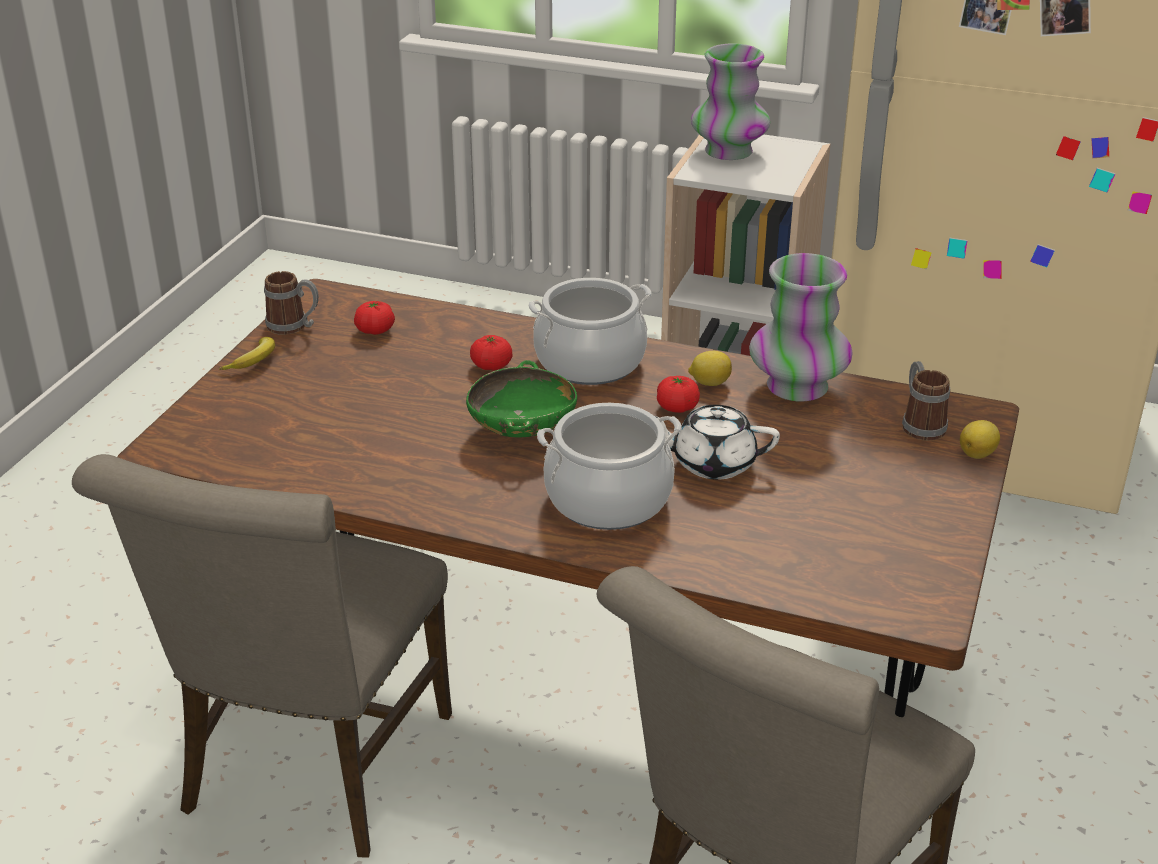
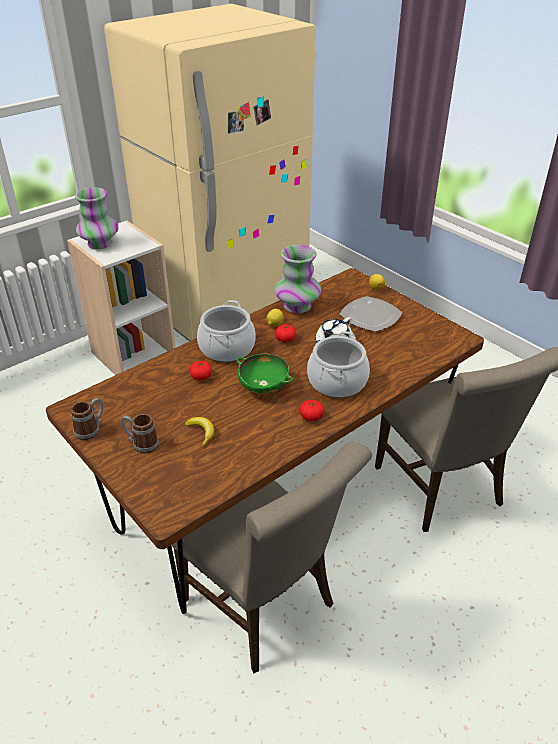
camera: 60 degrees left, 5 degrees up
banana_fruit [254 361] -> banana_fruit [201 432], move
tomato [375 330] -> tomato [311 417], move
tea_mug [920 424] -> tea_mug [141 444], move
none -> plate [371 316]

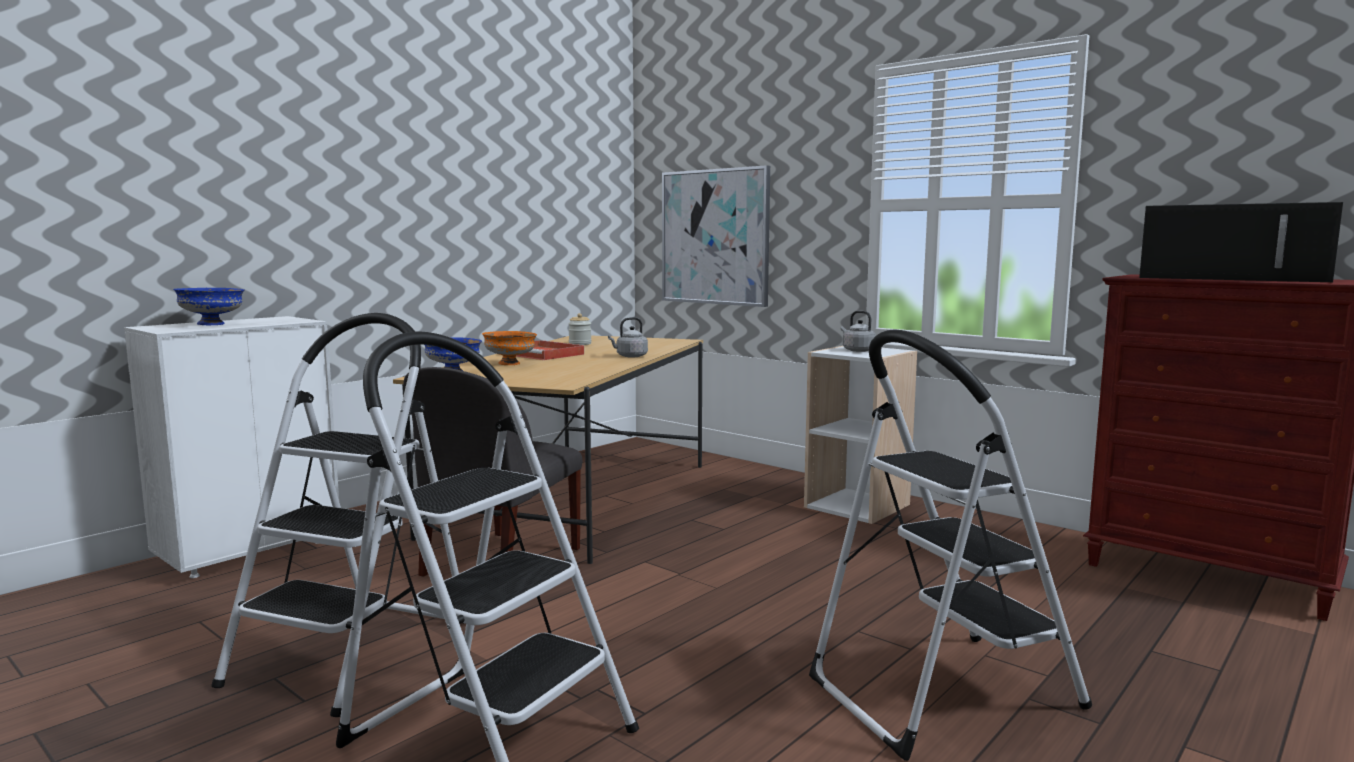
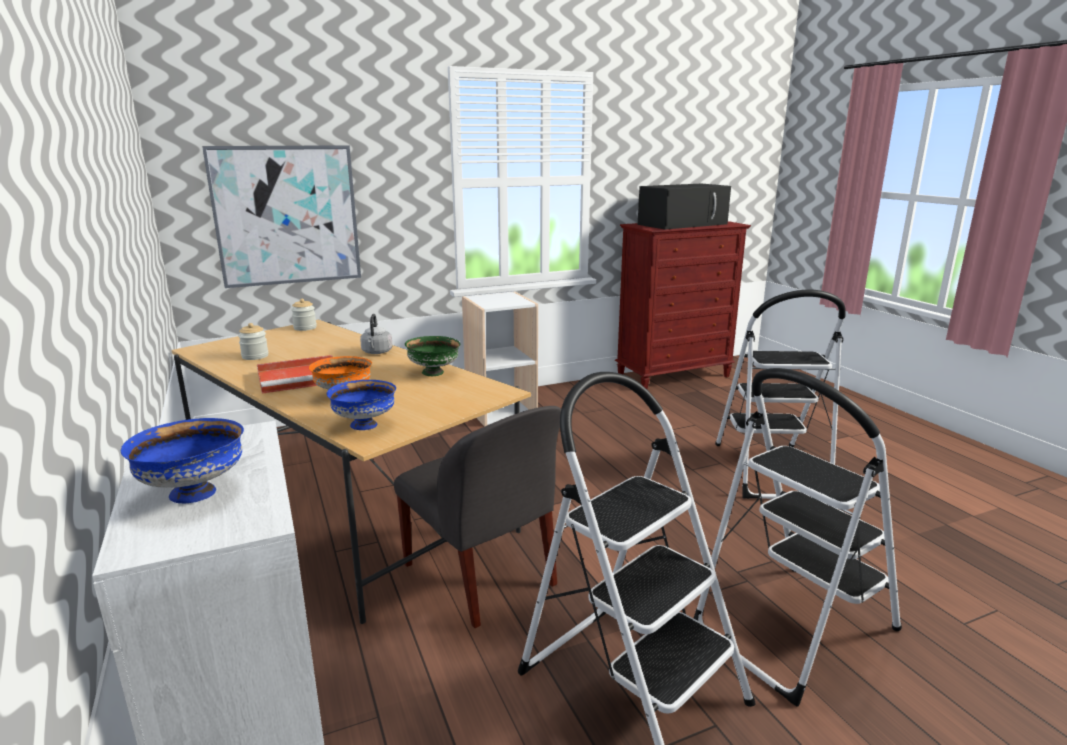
camera: 65 degrees left, 10 degrees up
gray_water_kettle [857 350] -> none
none -> storage_jar [305 328]
none -> greenish_deep_dish [434 372]

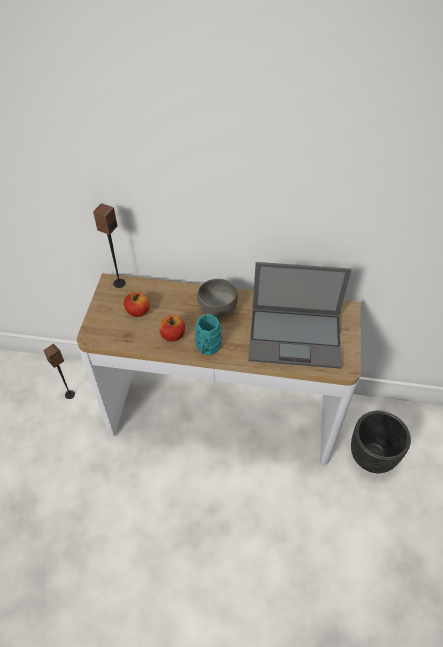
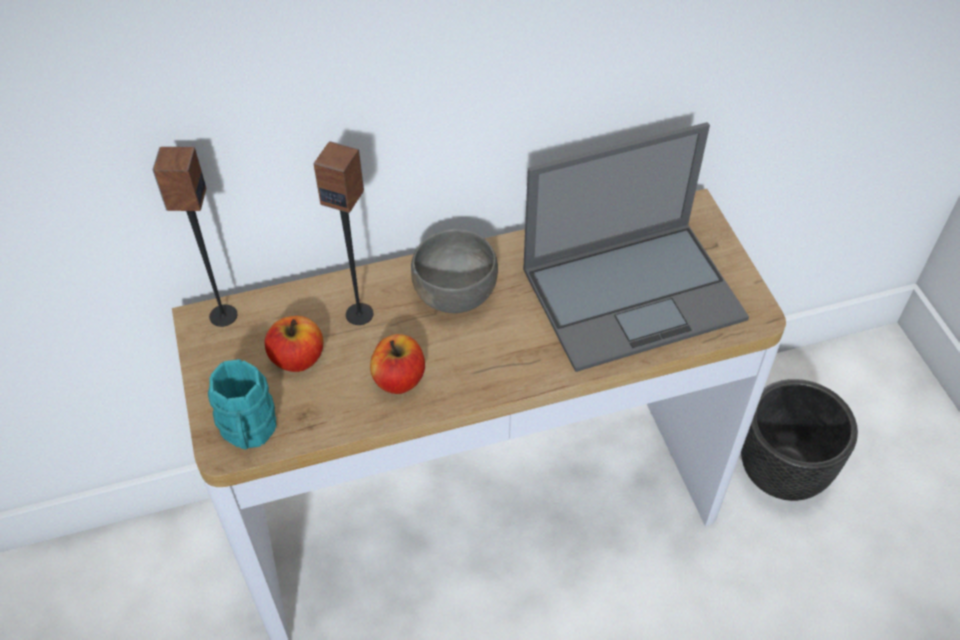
camera: 25 degrees left, 0 degrees up
speaker [70 394] -> speaker [360 314], move
turquoise-coloured_tea_mug [207 347] -> turquoise-coloured_tea_mug [248 432], move

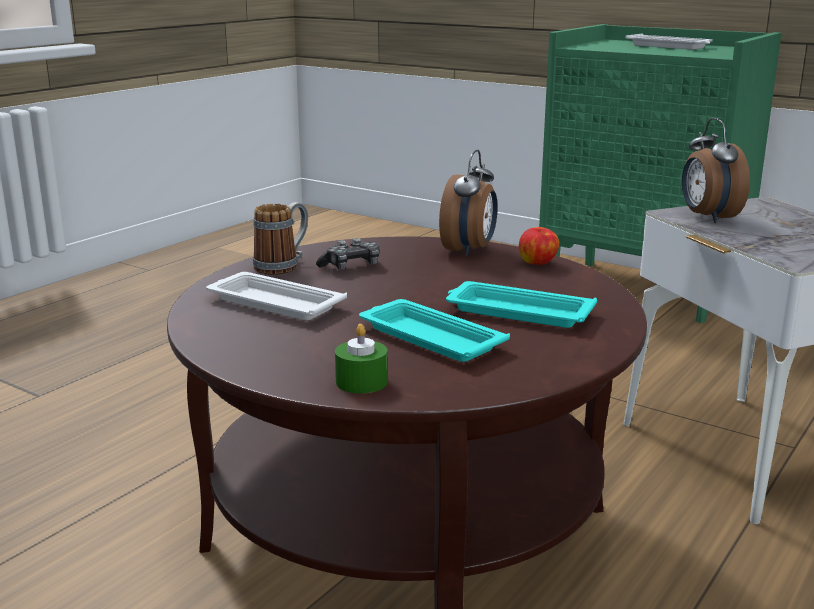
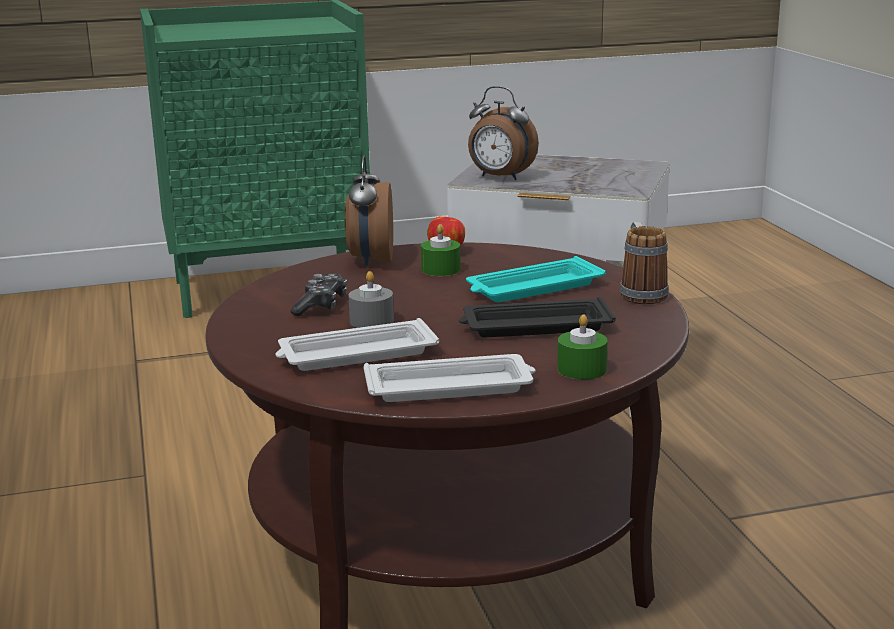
camera: 50 degrees left, 0 degrees up
tea_mug [283 266] -> tea_mug [640 293], move
turquoise-coloured_carrying_tray [429 338] -> blackish_carrying_tray [534 327]
alarm_clock [469 250] -> alarm_clock [370 260], 150 degrees counterclockwise
whitish_carrying_tray [669 46] -> whitish_carrying_tray [451 387], move
none -> gray_wax_light [371 321]
none -> greenish_wax_light [441 269]

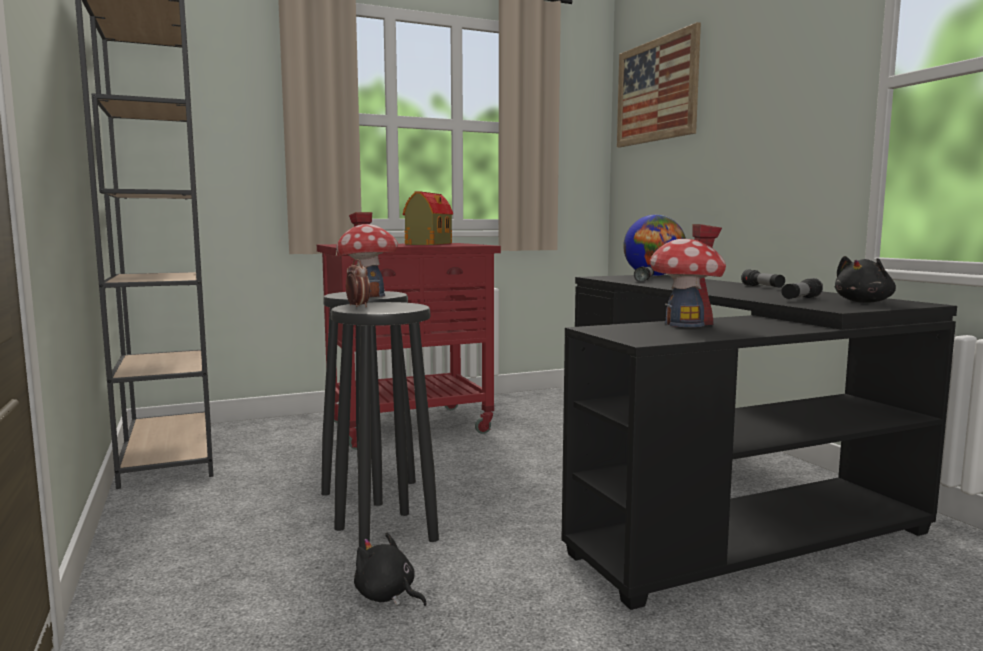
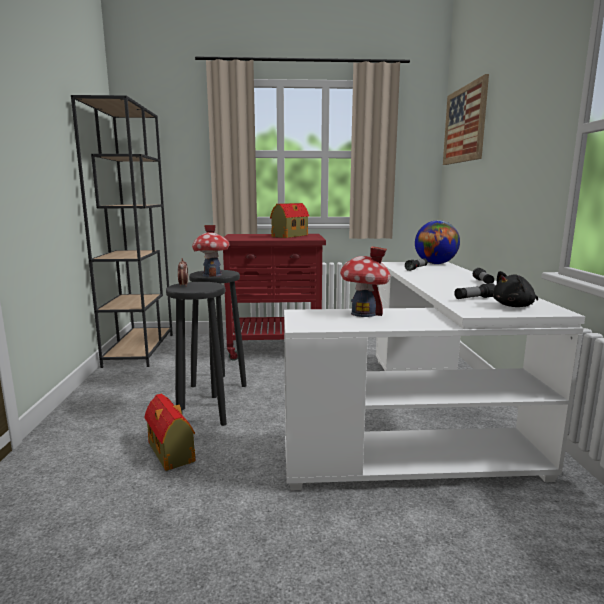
camera: 20 degrees right, 5 degrees up
blackish_soft_toy [387 596] -> model_house [171 453]
blackish_desk_table [710 488] -> whitish_desk_table [425 419]

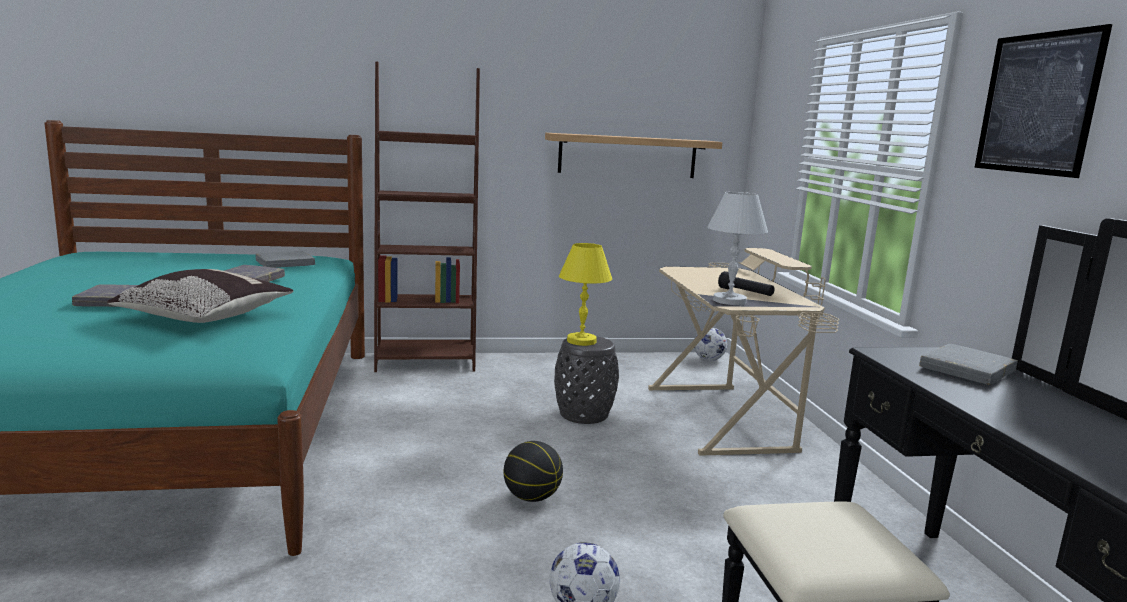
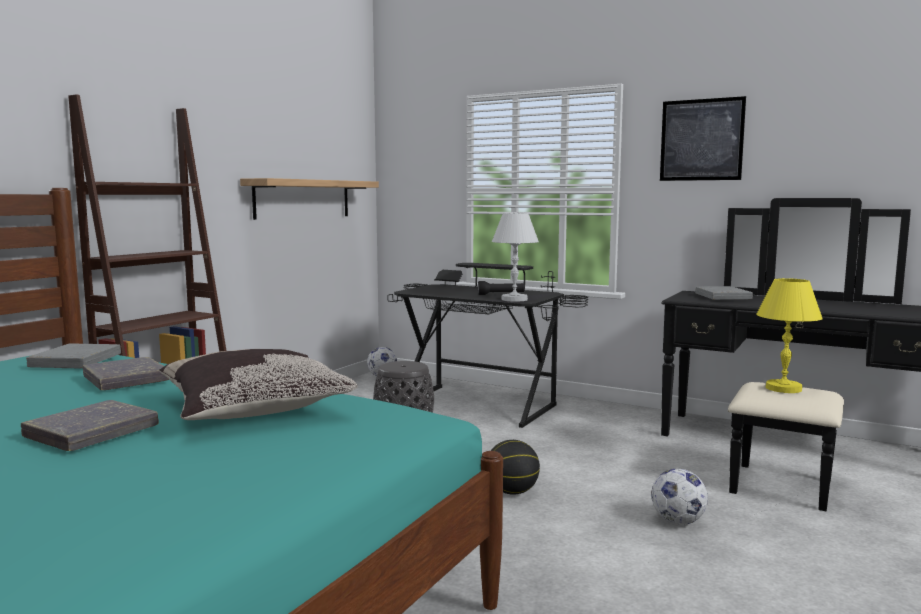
camera: 50 degrees left, 5 degrees down
yellowish_tabletop_lamp [582 341] -> yellowish_tabletop_lamp [783 388], move
sand-coloured_desk_table [723 417] -> blackish_desk_table [479 404]

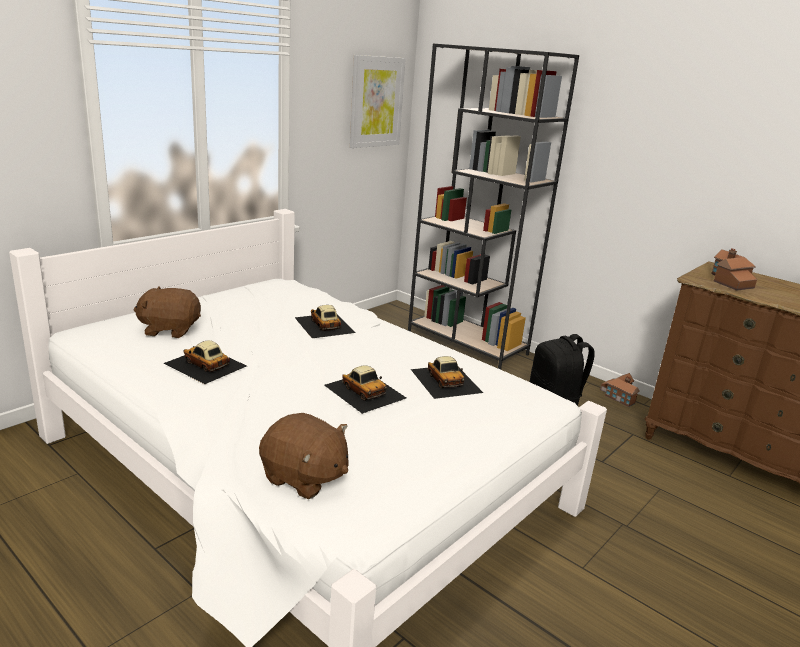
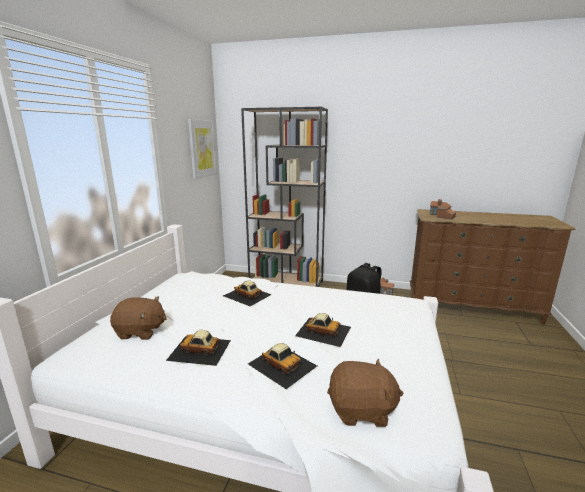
camera: 25 degrees left, 5 degrees down
brownish_soft_toy [170 329] -> brownish_soft_toy [140 332], 150 degrees counterclockwise
miniature_car [446 380] -> miniature_car [282 364], move

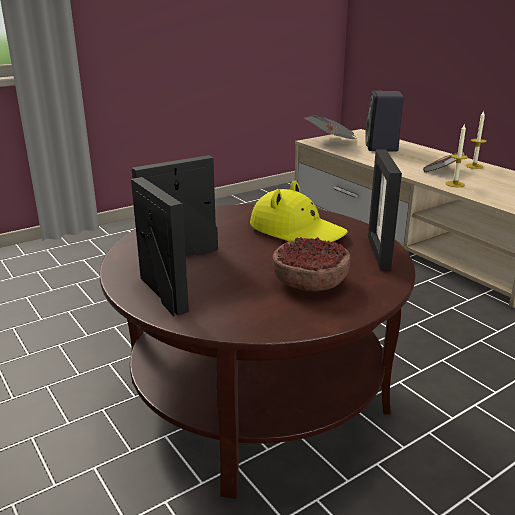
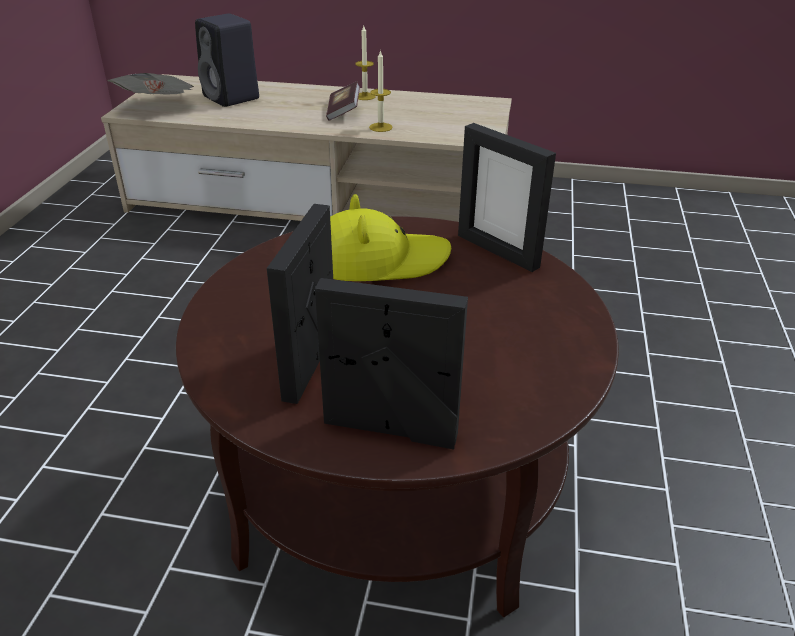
camera: 45 degrees left, 10 degrees up
deep_dish [309 282] -> none

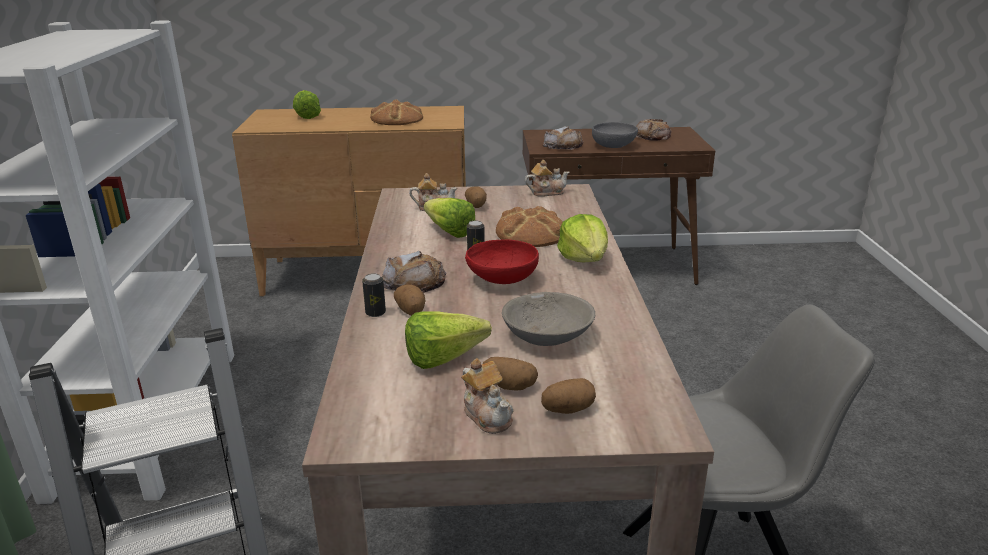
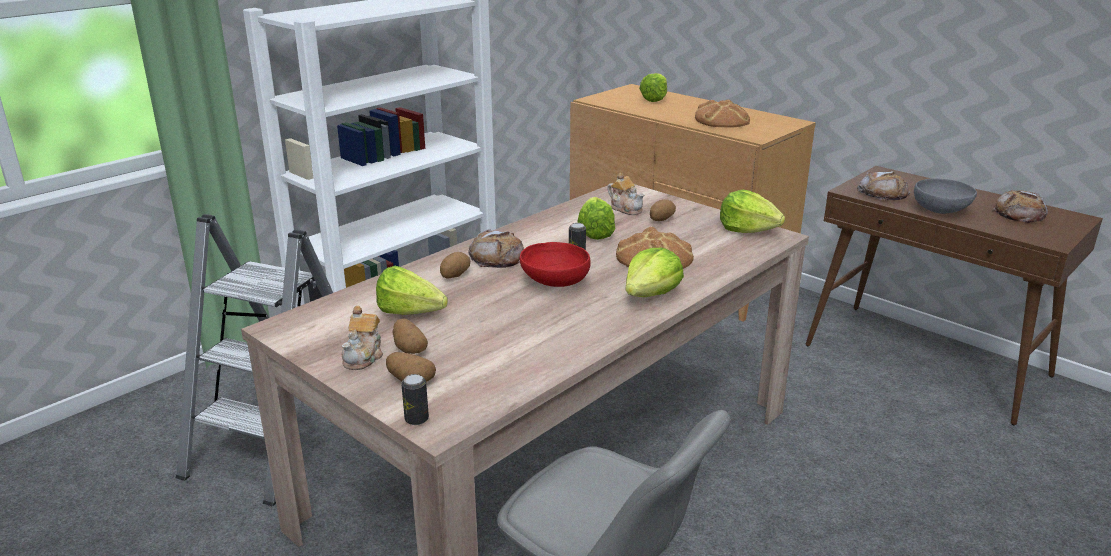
camera: 45 degrees right, 0 degrees up
can [375 313] -> can [416 419], move
gray_deep_dish [547 335] -> none
tea_pot [546 192] -> lettuce_head [747 229]

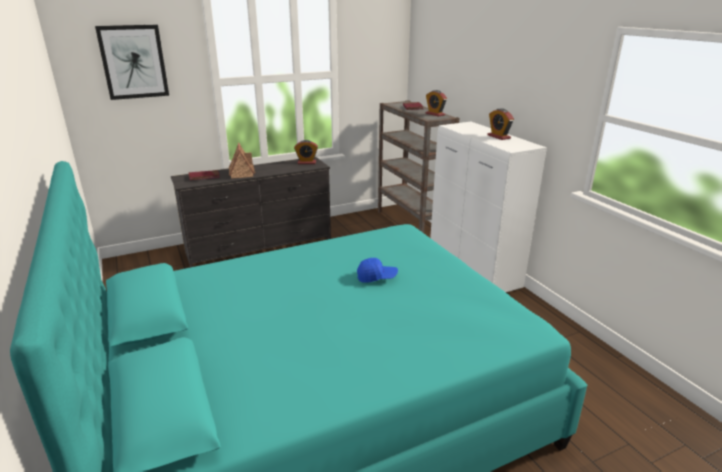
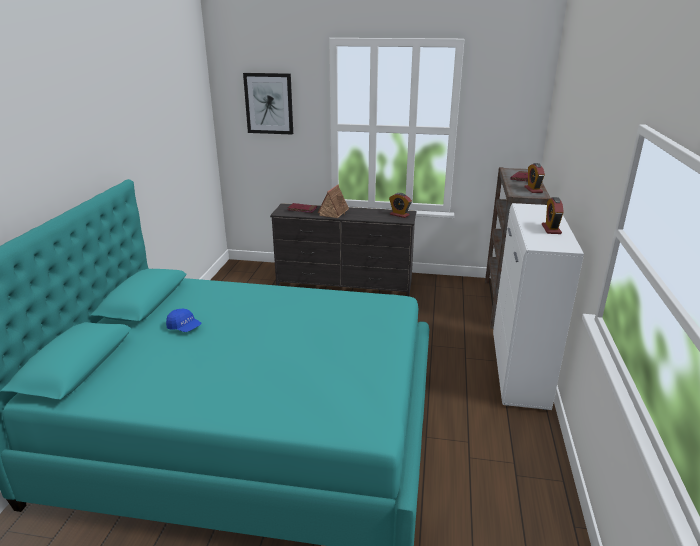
camera: 35 degrees right, 0 degrees up
bluish_cap [376 277] -> bluish_cap [184 328], move

